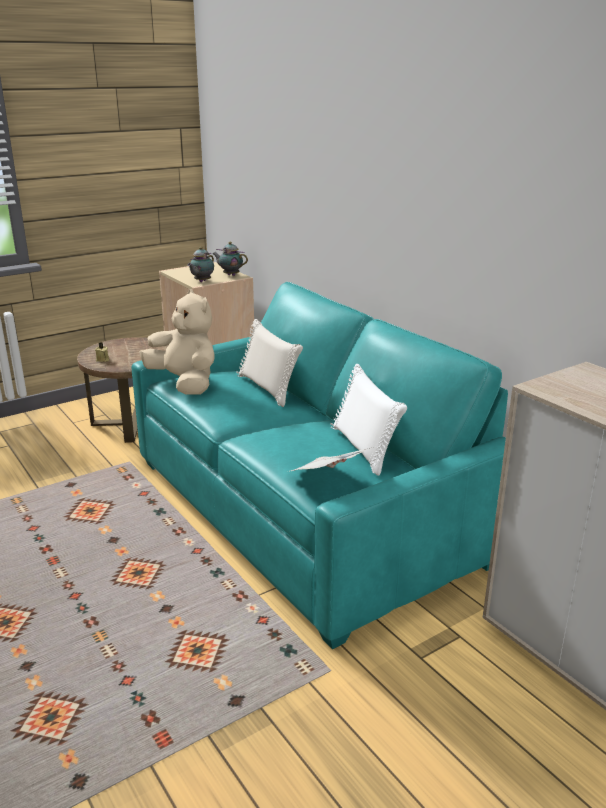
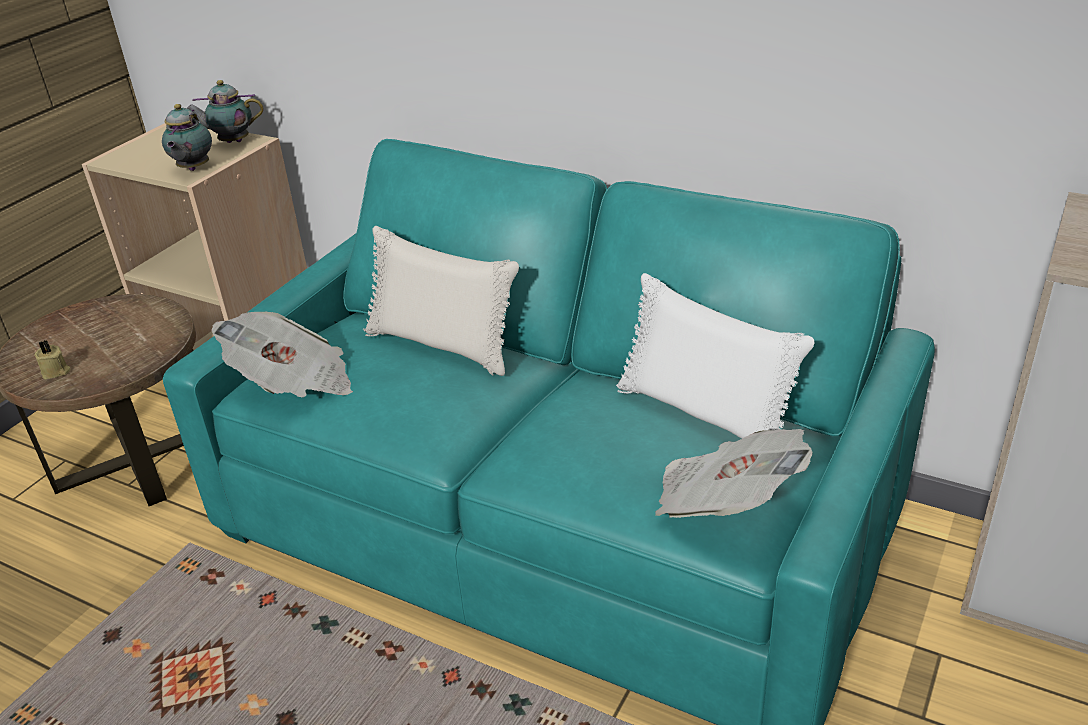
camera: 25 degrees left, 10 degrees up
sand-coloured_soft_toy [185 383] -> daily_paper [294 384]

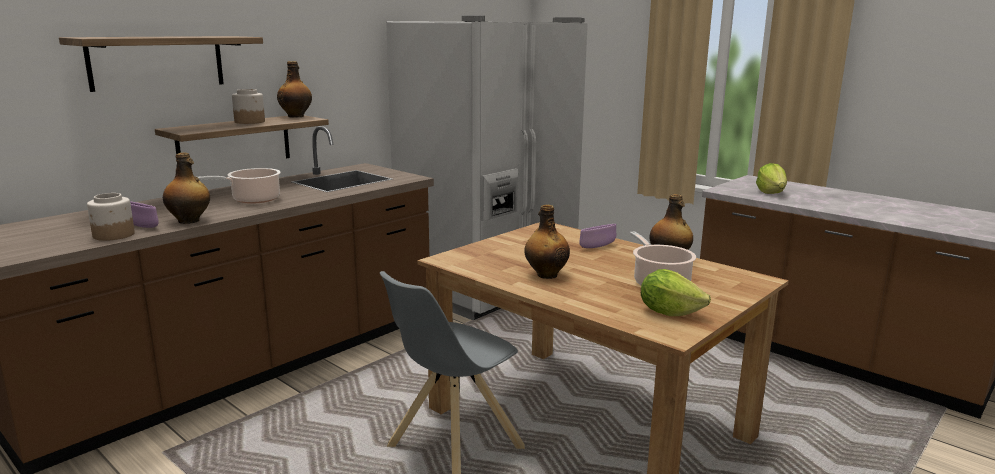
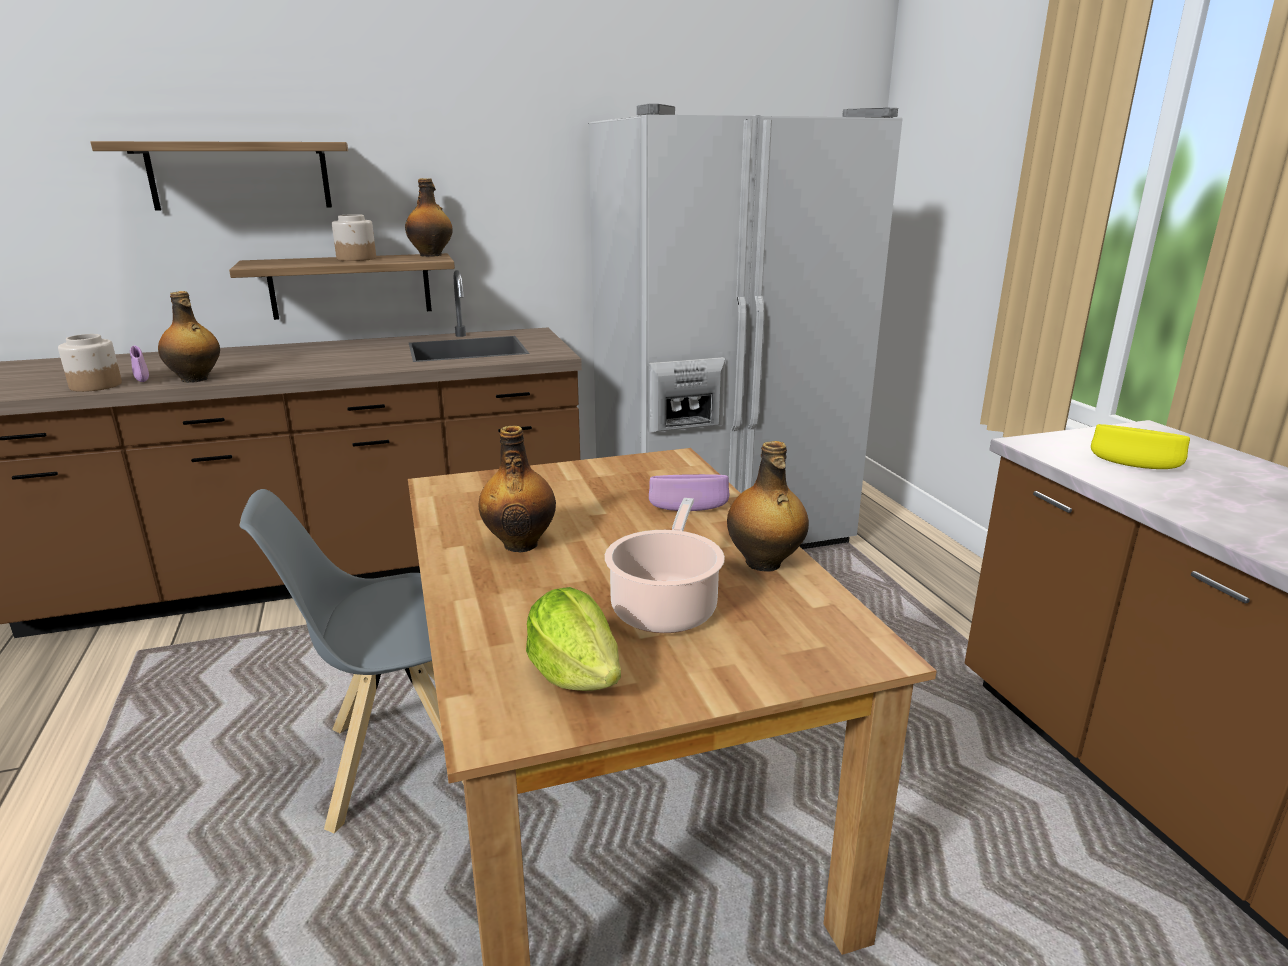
camera: 30 degrees right, 5 degrees up
saucepot [253 200] -> none
lettuce_head [771 193] -> yellowish_deep_dish [1134 466]

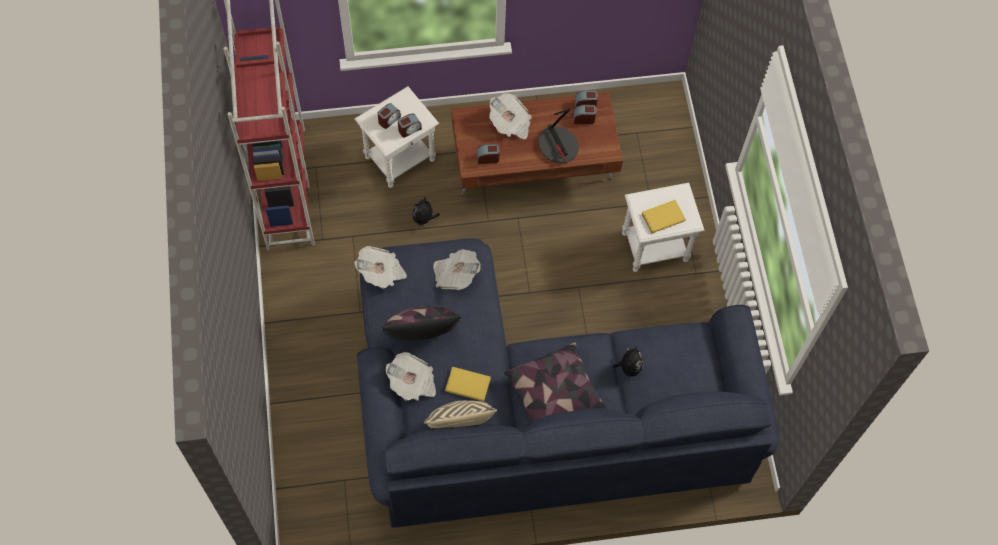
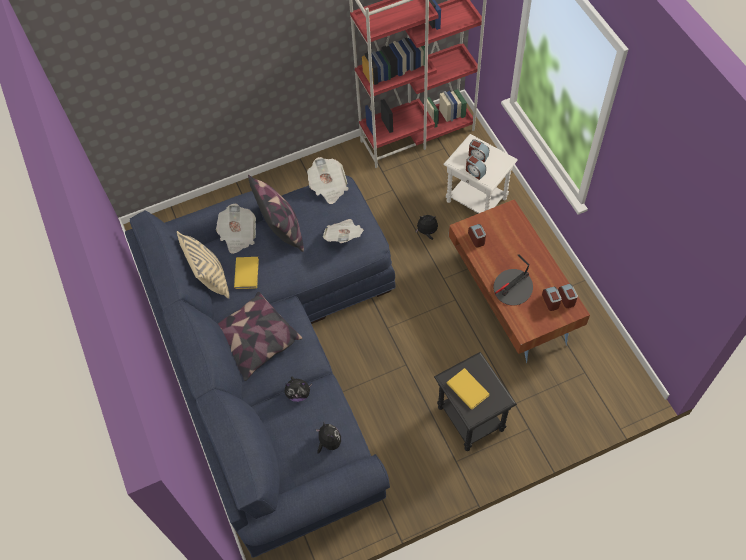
camera: 80 degrees right, 5 degrees down
daily_paper [510 123] -> none
whitish_end_table [655 247] -> blackish_end_table [469 418]
none -> soft_toy [329 442]

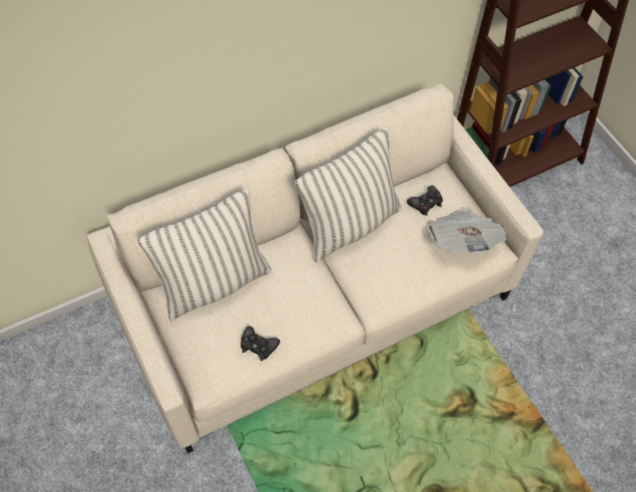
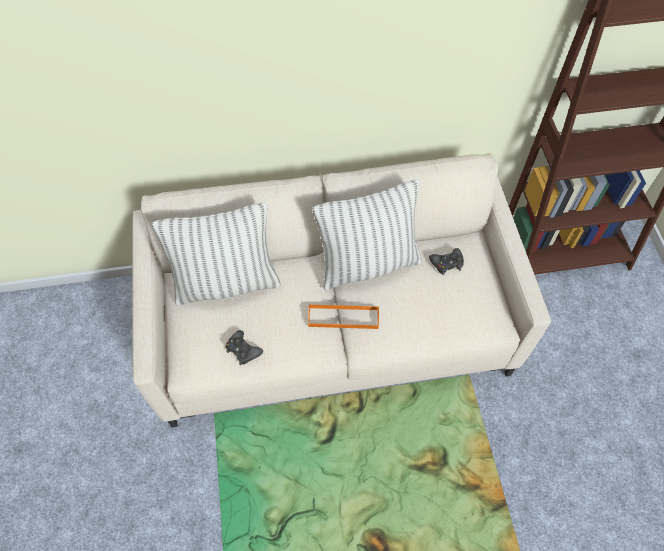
camera: 20 degrees right, 0 degrees up
daily_paper [462 241] -> none
none -> orange-coloured_carrying_tray [343 318]

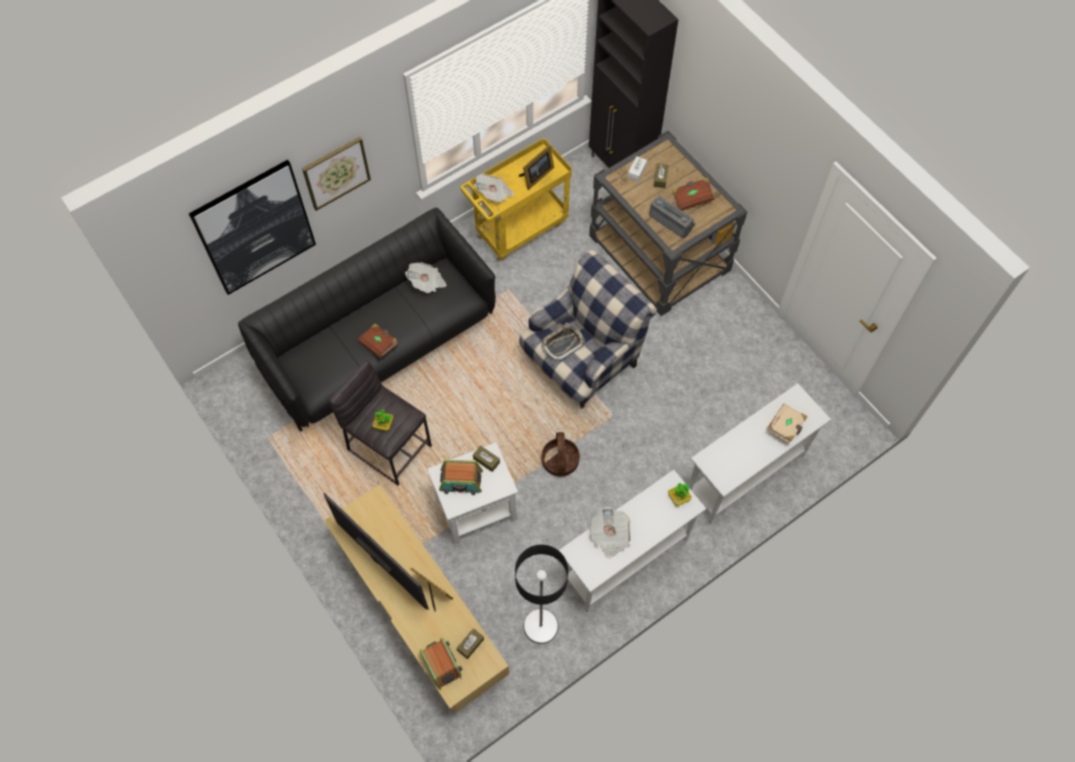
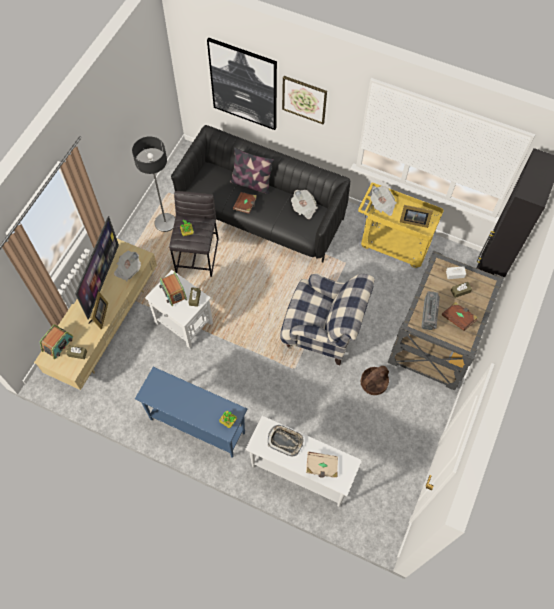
camera: 60 degrees right, 0 degrees up
standing_lamp [540 626] -> standing_lamp [165 223], move
carrying_tray [562 343] -> carrying_tray [285 441], move
household_basket [560 461] -> household_basket [373 383], move
whitish_console_table [625 562] -> bluish_console_table [196 426]
daily_paper [610 537] -> daily_paper [128 269], move
none -> throw_pillow [251 183]

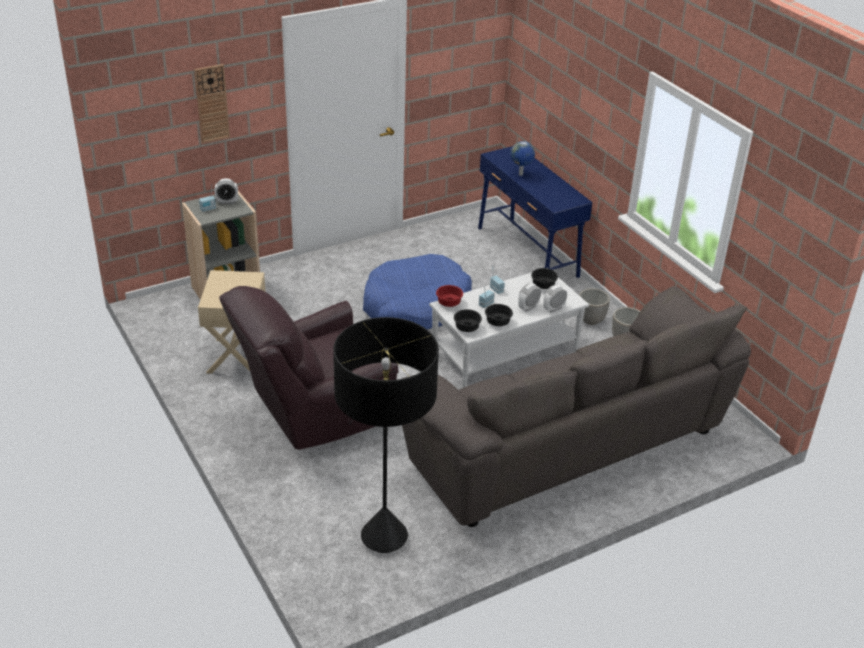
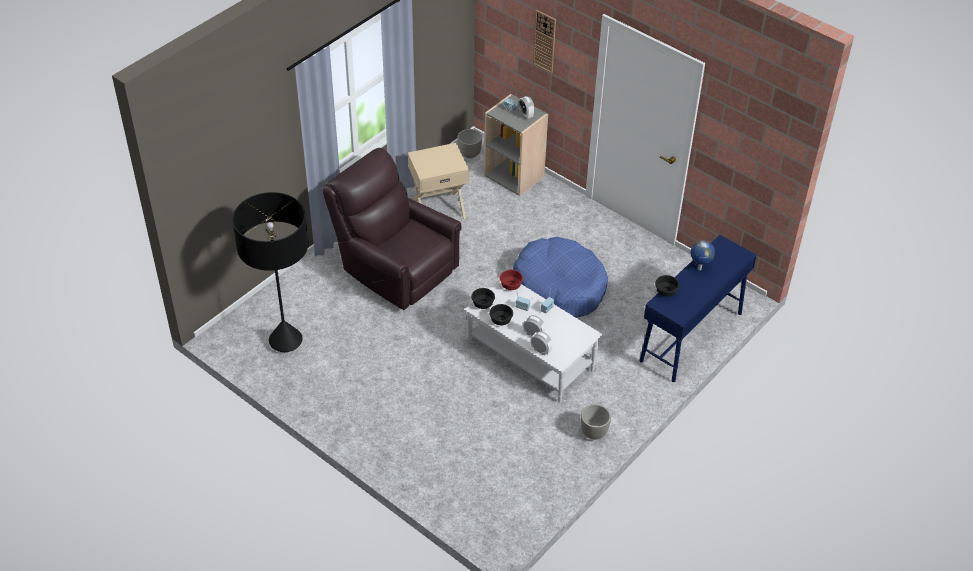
camera: 70 degrees right, 10 degrees up
gray_settee [567 448] -> none
blackish_deep_dish [542 286] -> blackish_deep_dish [665 291], move
plant_pot [591 320] -> plant_pot [469 154], move

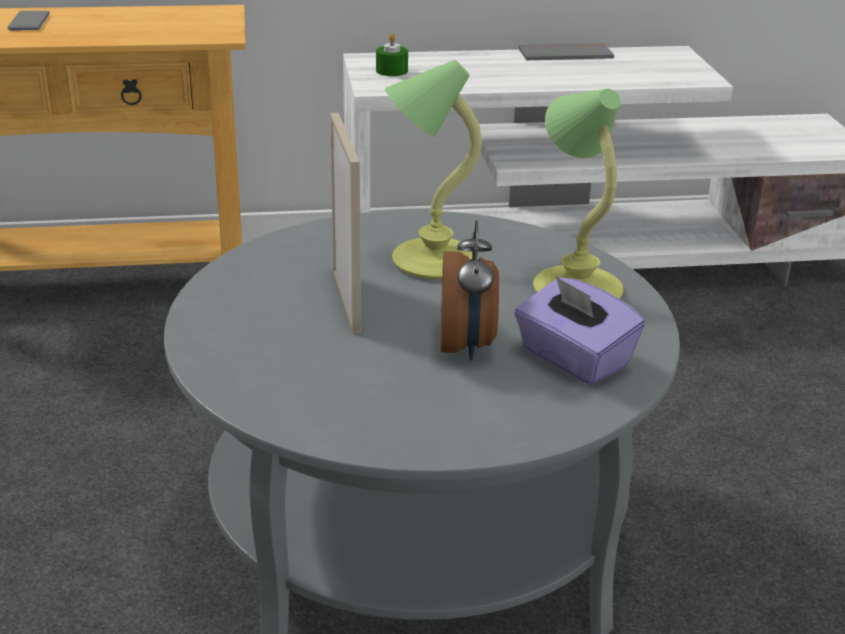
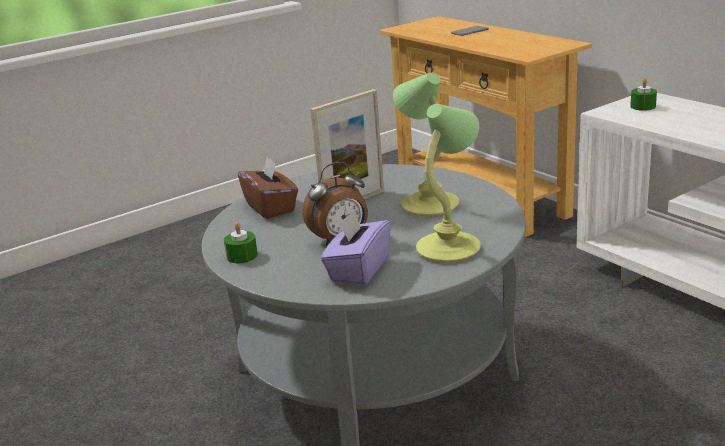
camera: 65 degrees right, 5 degrees down
none -> greenish_wax_light [242 256]
none -> brownish_tissue_box [271 207]

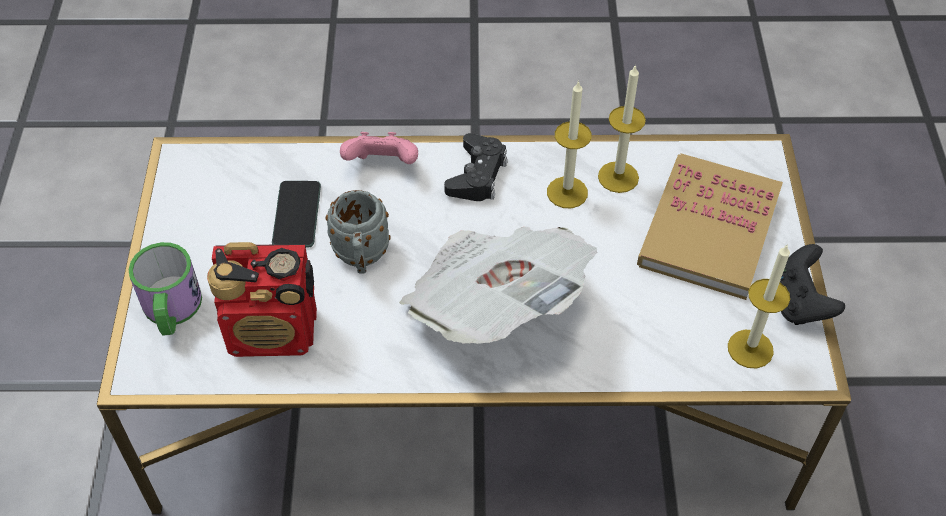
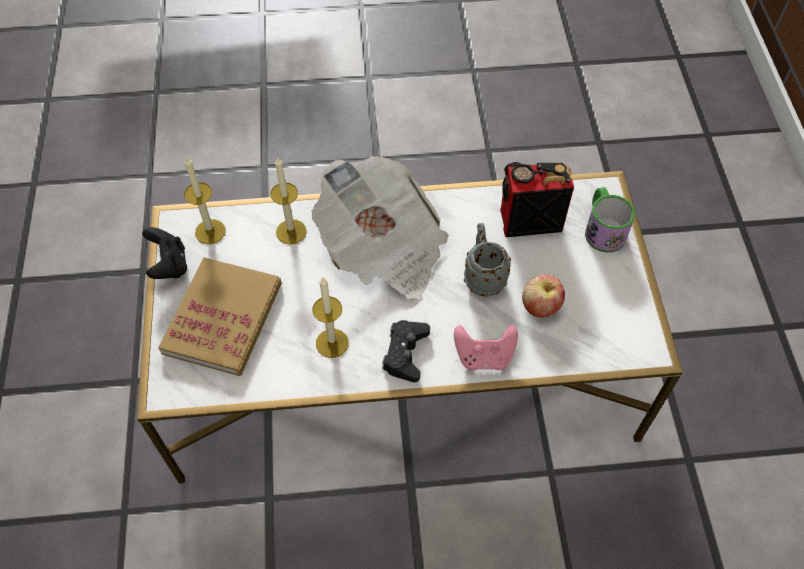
camera: 175 degrees right, 5 degrees up
handset [297 215] -> whole_apple [540 307]
wax_light [618 177] -> wax_light [291 231], move

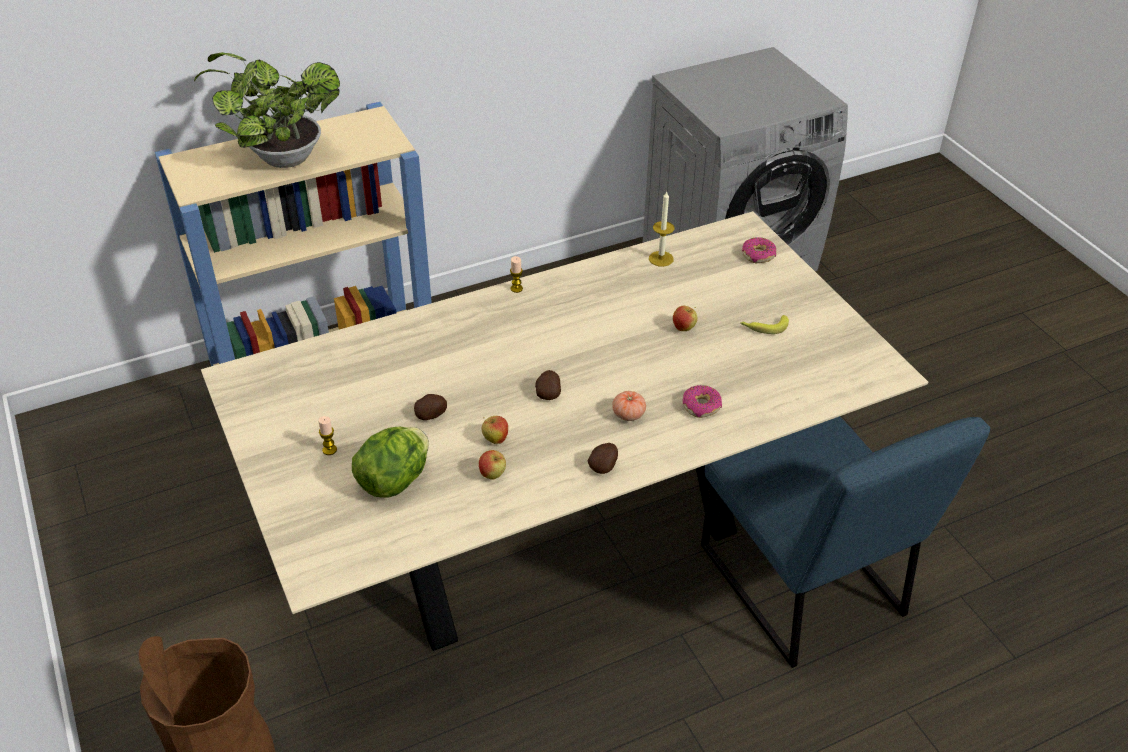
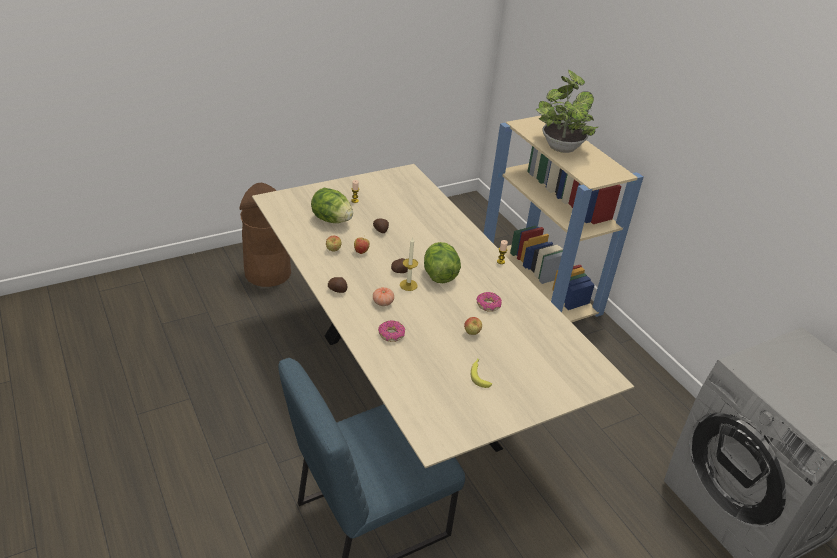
camera: 85 degrees right, 5 degrees down
wax_light [661 259] -> wax_light [408 285], move
ring_doughnut [758 255] -> ring_doughnut [488 305], move
none -> lettuce_head [439 275]

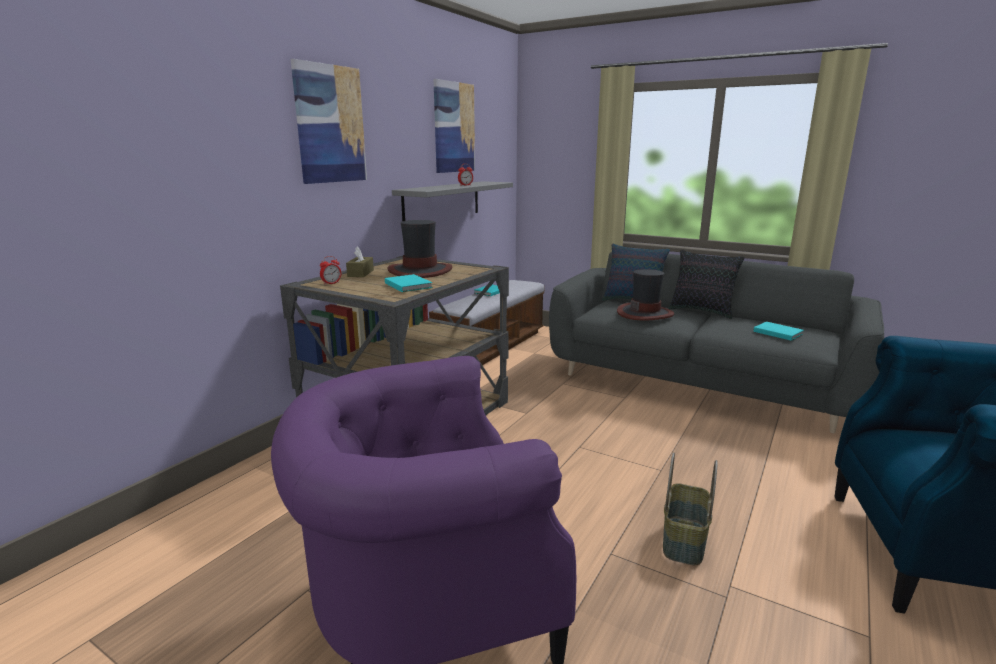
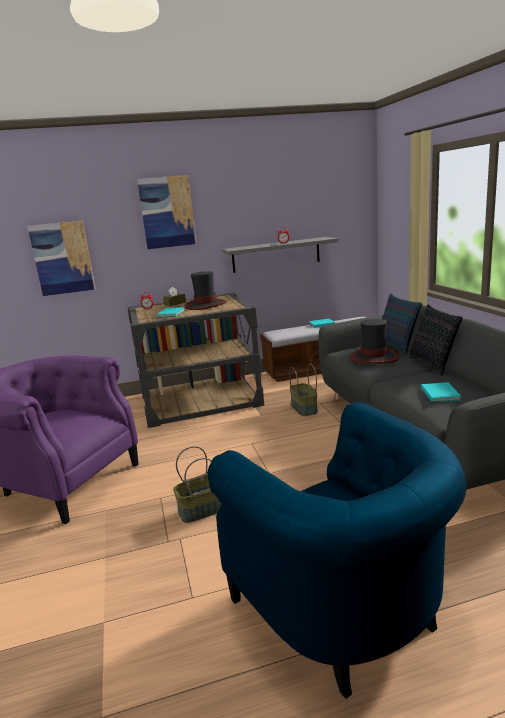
camera: 45 degrees right, 0 degrees up
wall_art [454 127] -> wall_art [62 258], move
none -> household_basket [303 409]

